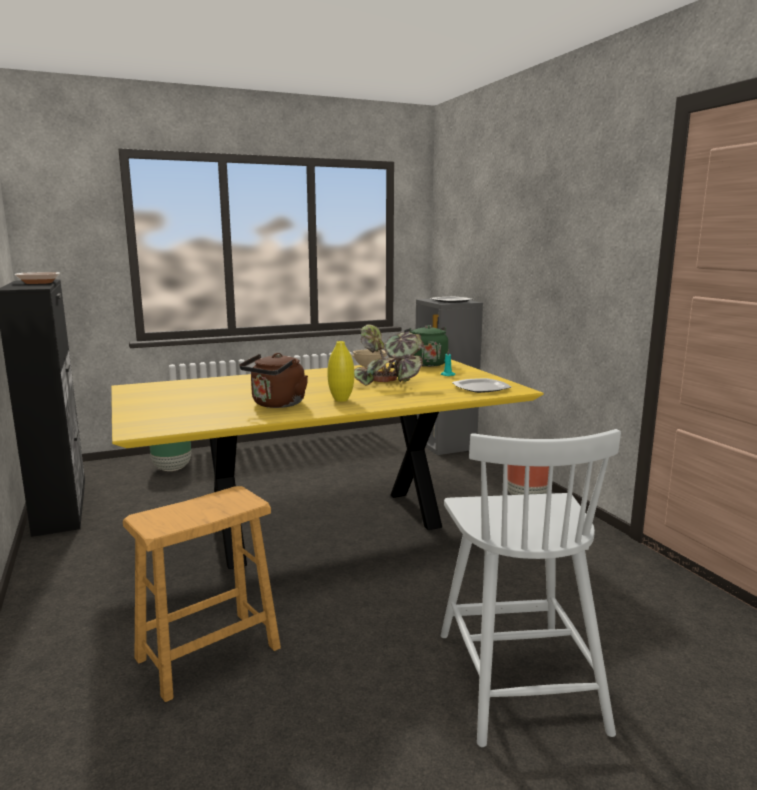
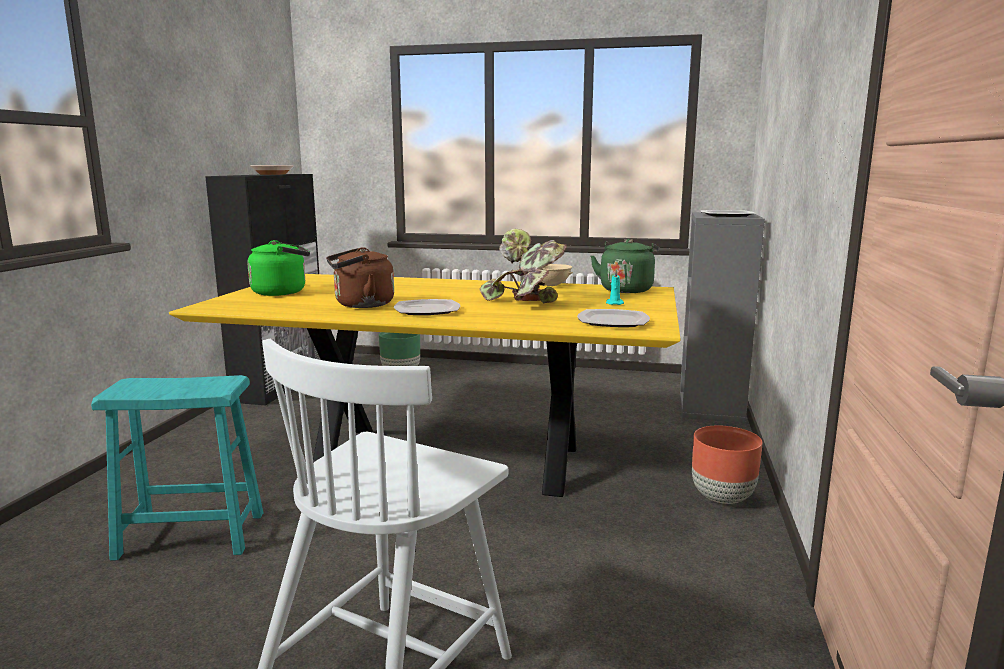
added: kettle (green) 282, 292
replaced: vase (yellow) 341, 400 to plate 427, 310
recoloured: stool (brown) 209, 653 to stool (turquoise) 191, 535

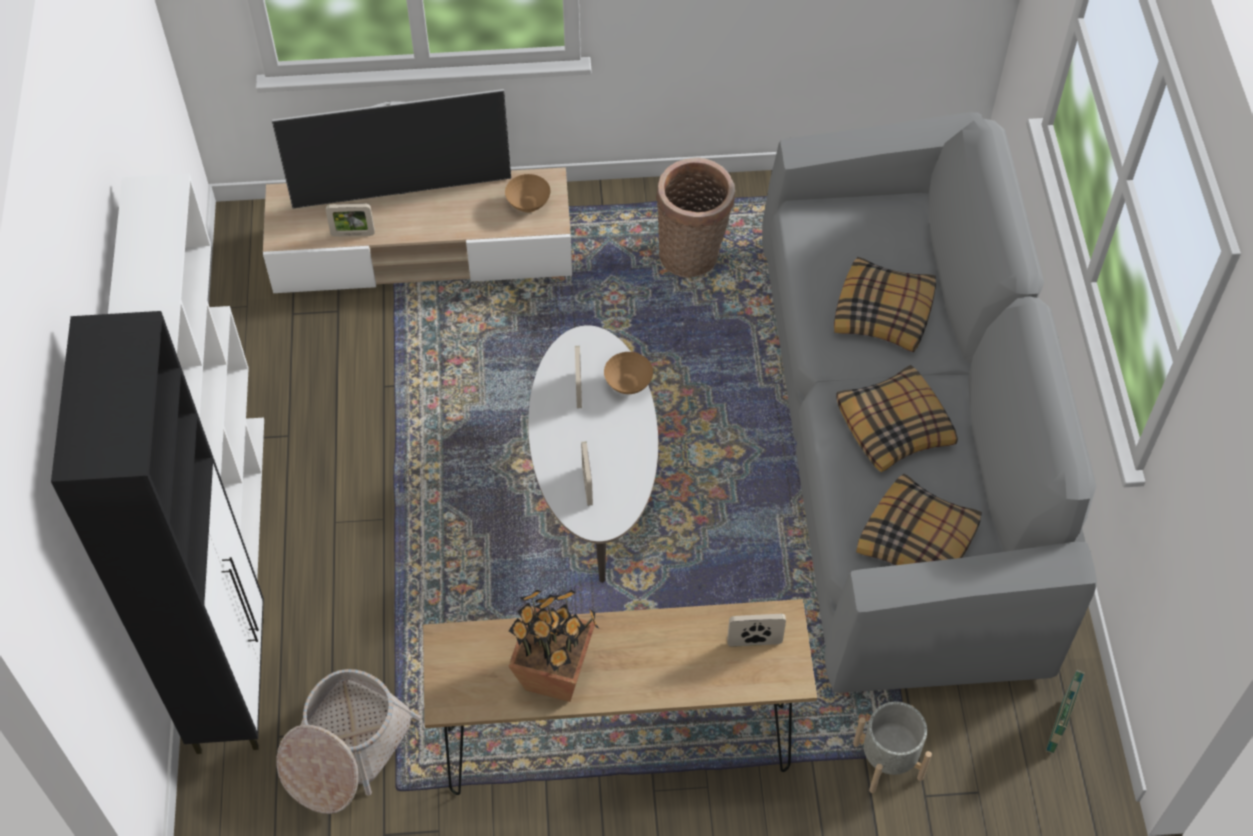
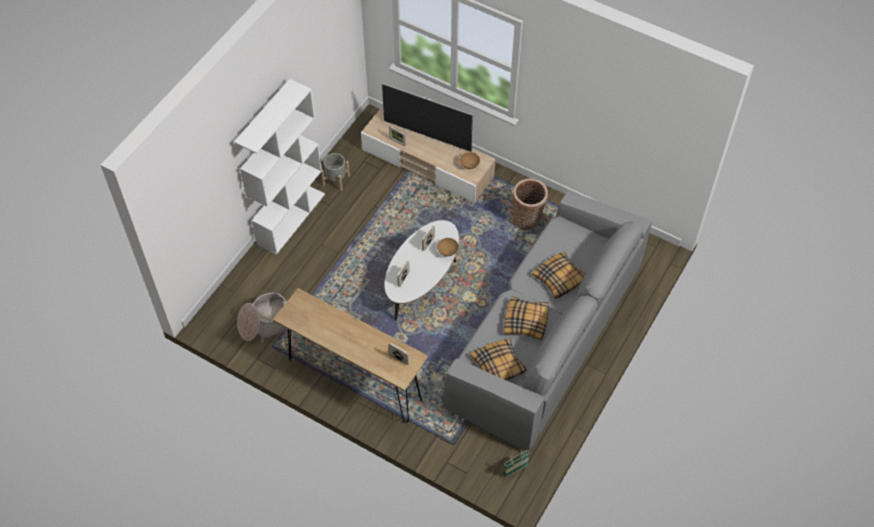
removed: cabinet (black) 231, 682; potted plant 556, 675
moved: planter (grey) 887, 761 to 336, 180

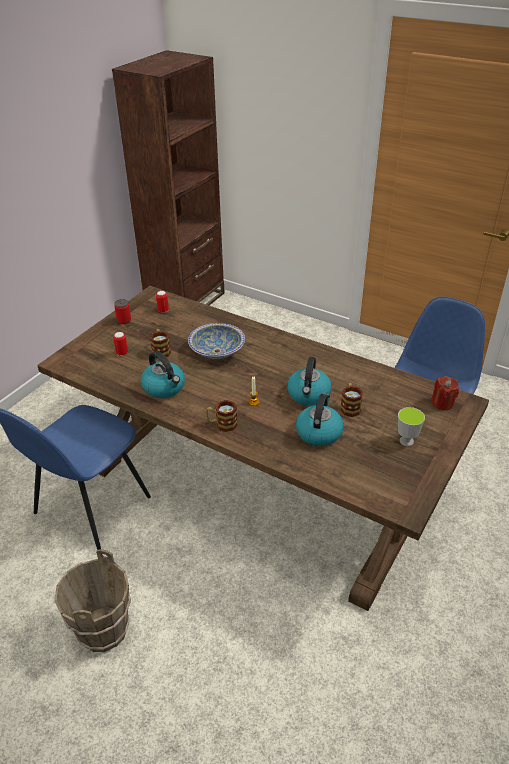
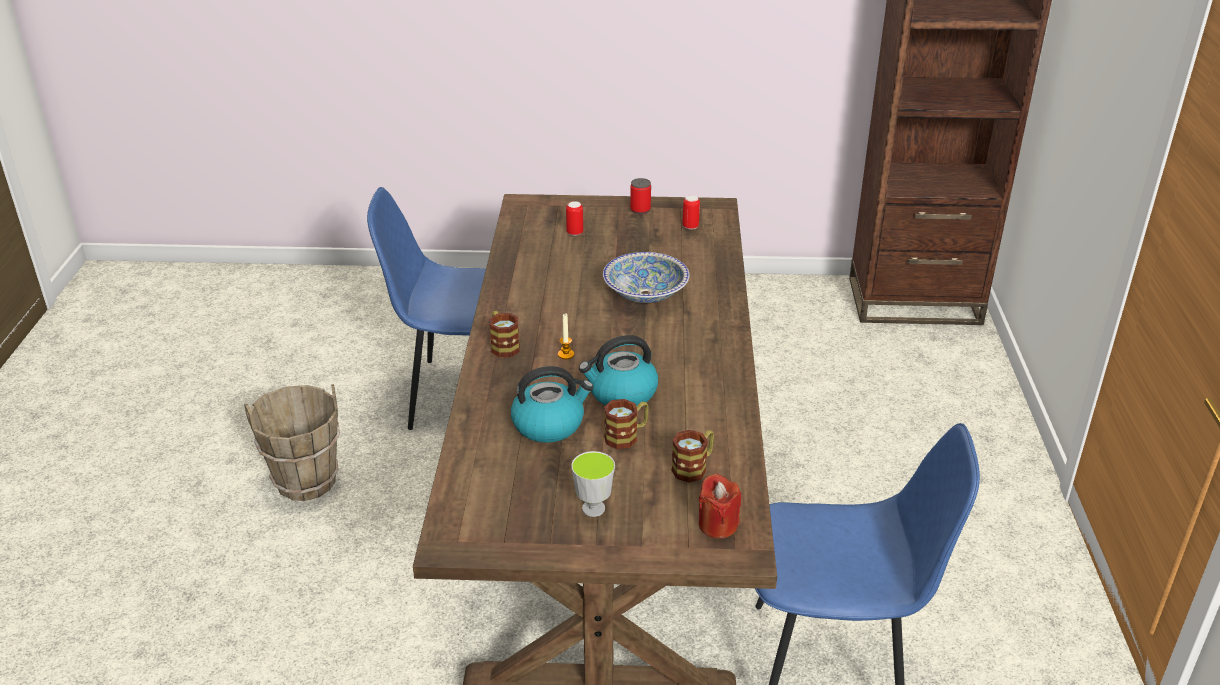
removed: kettle 164, 387
moved: mug 161, 350 to 694, 467

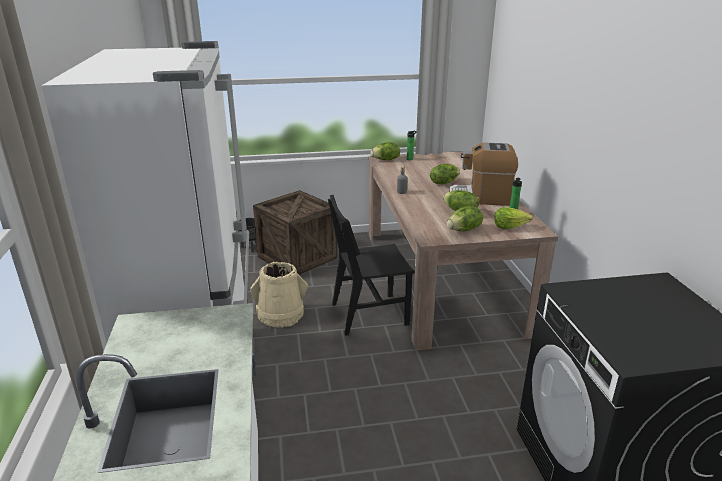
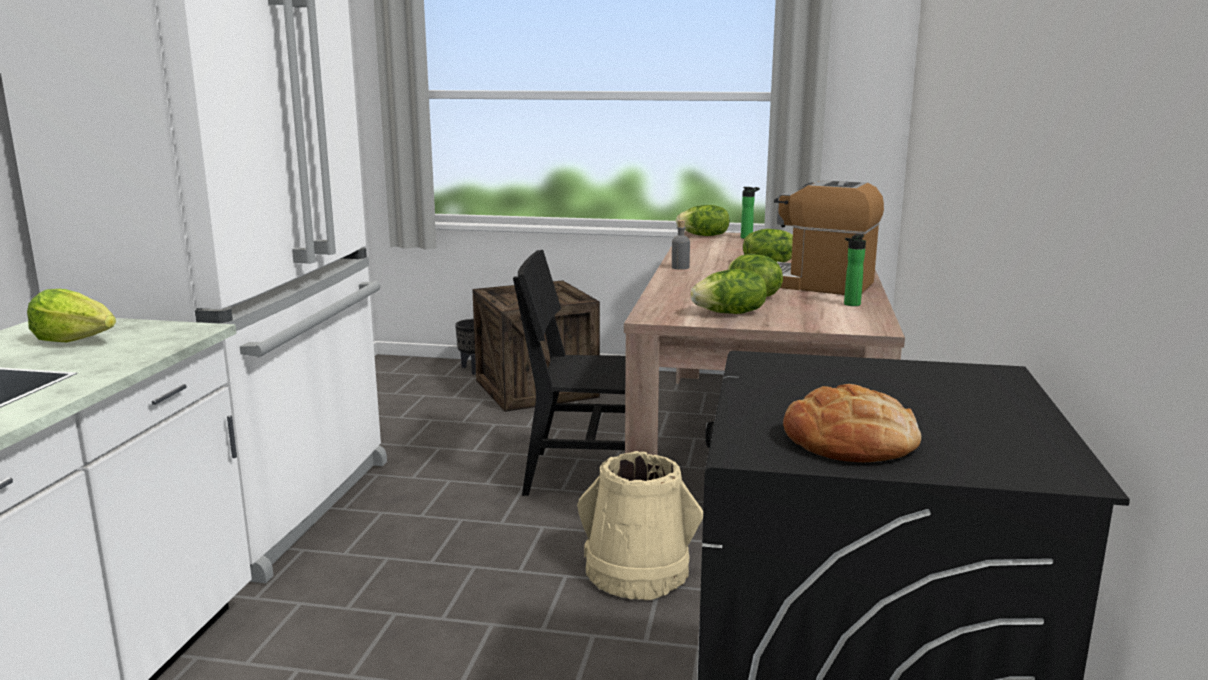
added: bread 851, 440
moved: bucket (beige) 281, 314 to 637, 572; lettuce 509, 227 to 77, 340

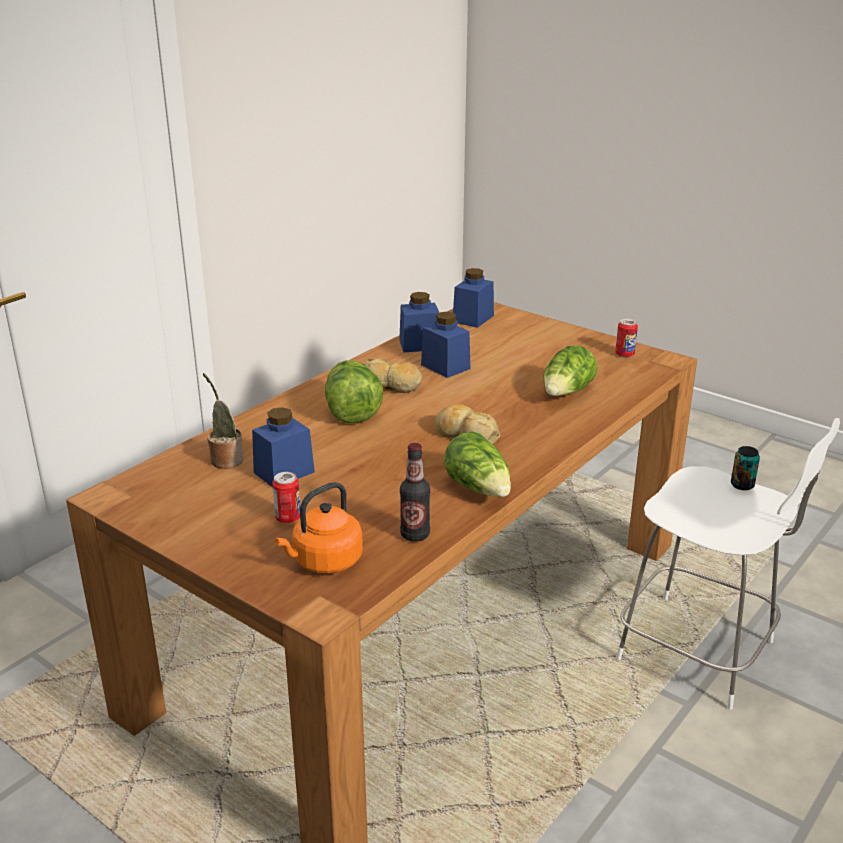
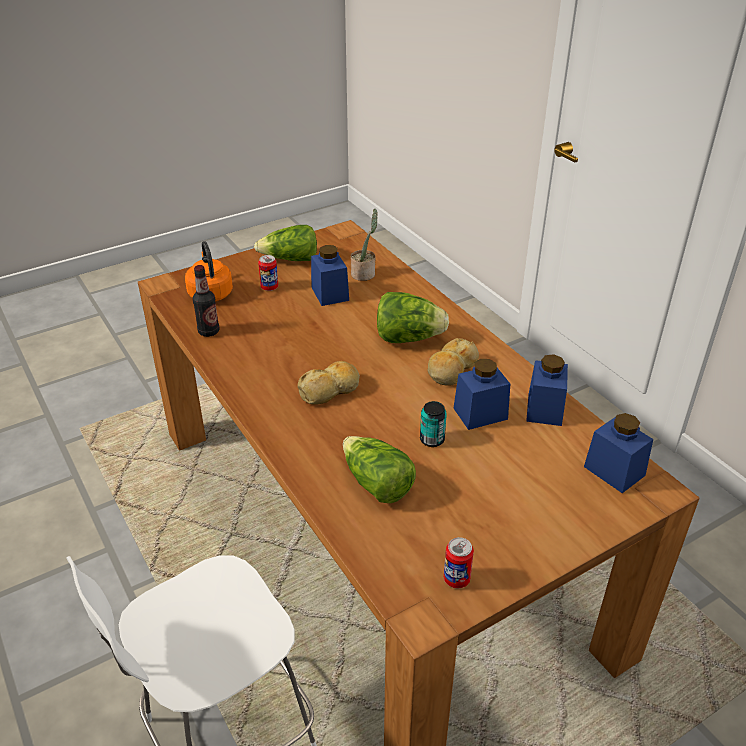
moved: lettuce 479, 488 to 290, 259; can 742, 485 to 432, 440

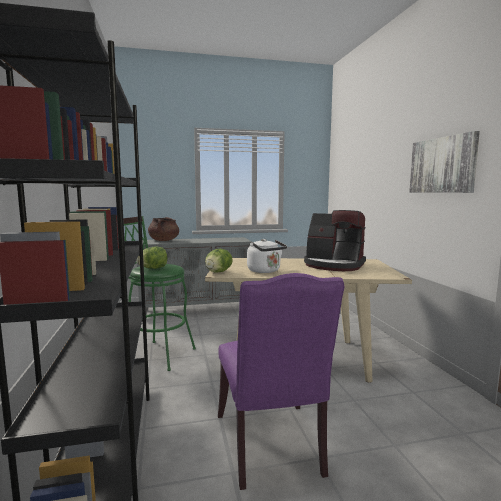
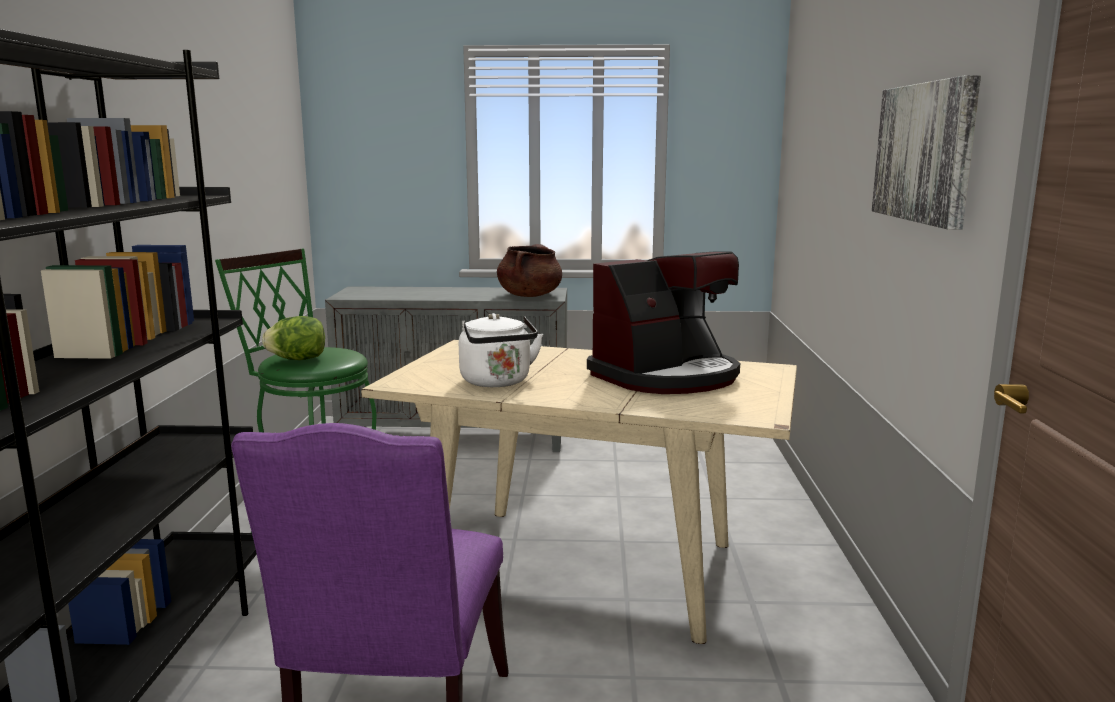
removed: lettuce 218, 272
moved: cooking pot (brown) 164, 240 to 529, 295
turned: coffee machine 334, 265 = 666, 376 75 degrees counterclockwise

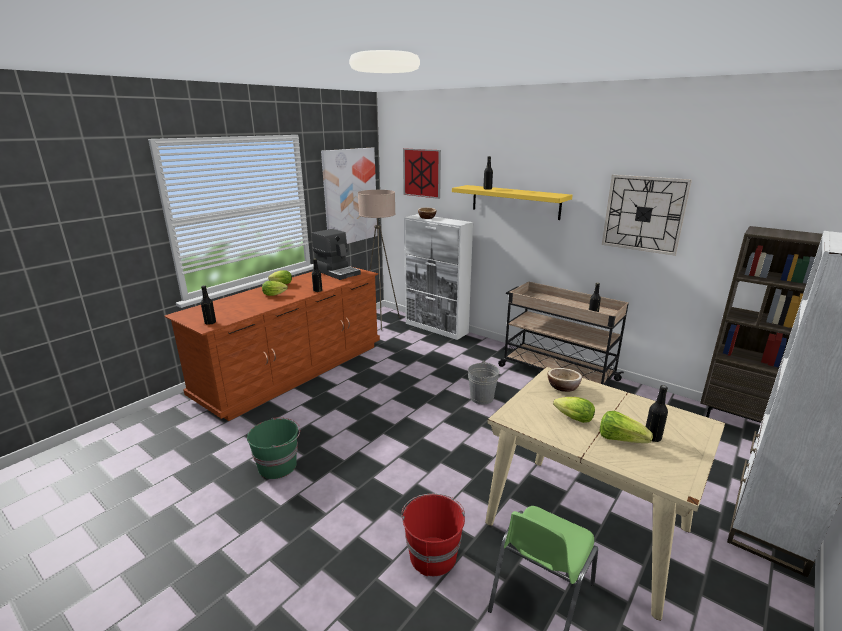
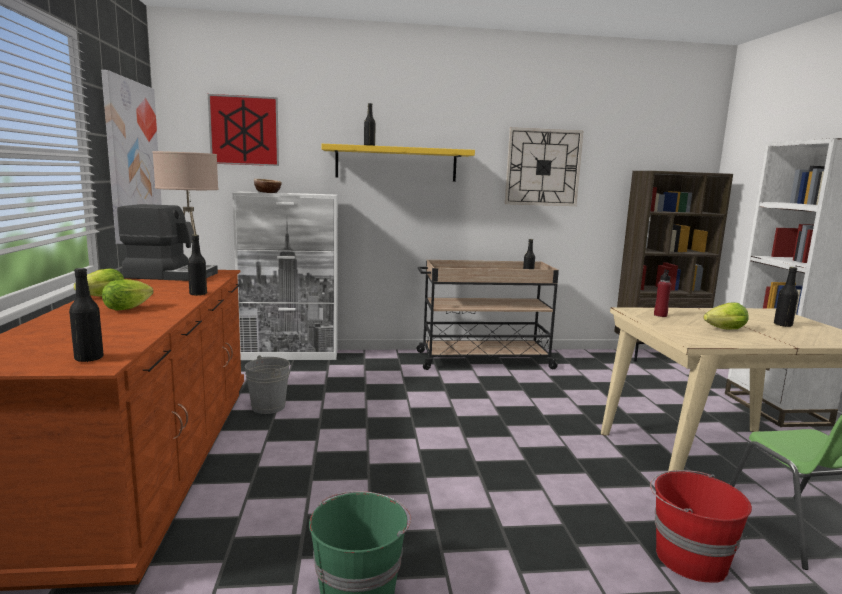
removed: lettuce 620, 439
moved: bucket (grey) 481, 398 to 268, 407
replaced: bowl 563, 387 to bottle (red) 660, 315

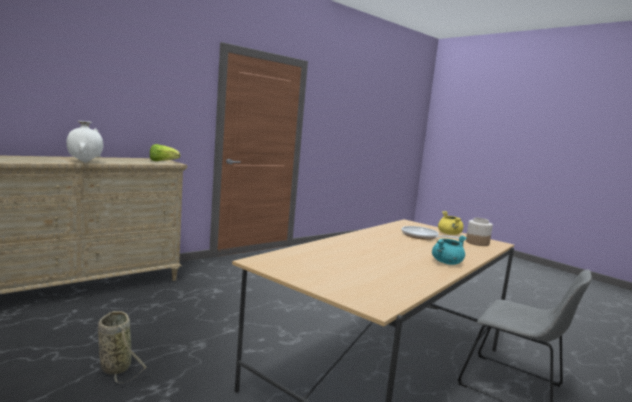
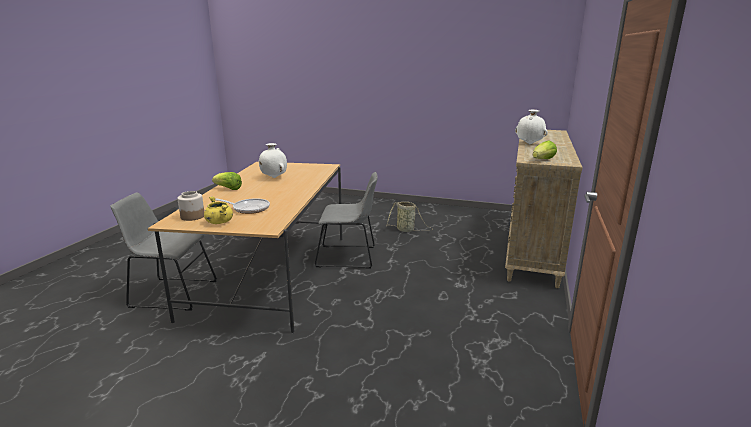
added: vase (white) 274, 177; chair (grey) 349, 257
replaced: cooking pot (turquoise) 446, 262 to lettuce 228, 189

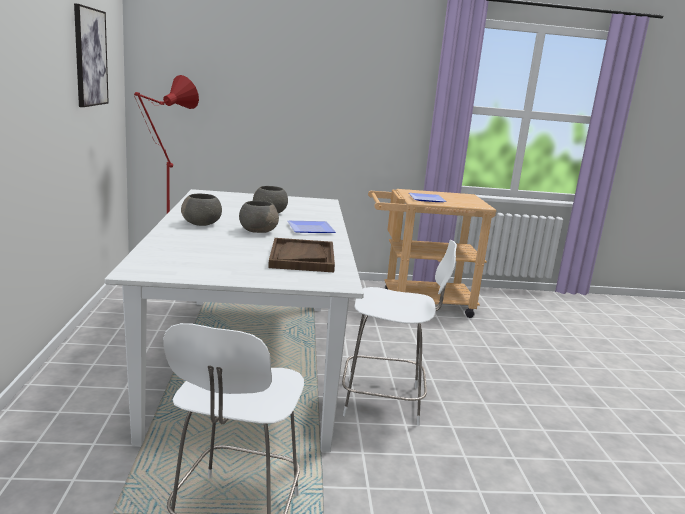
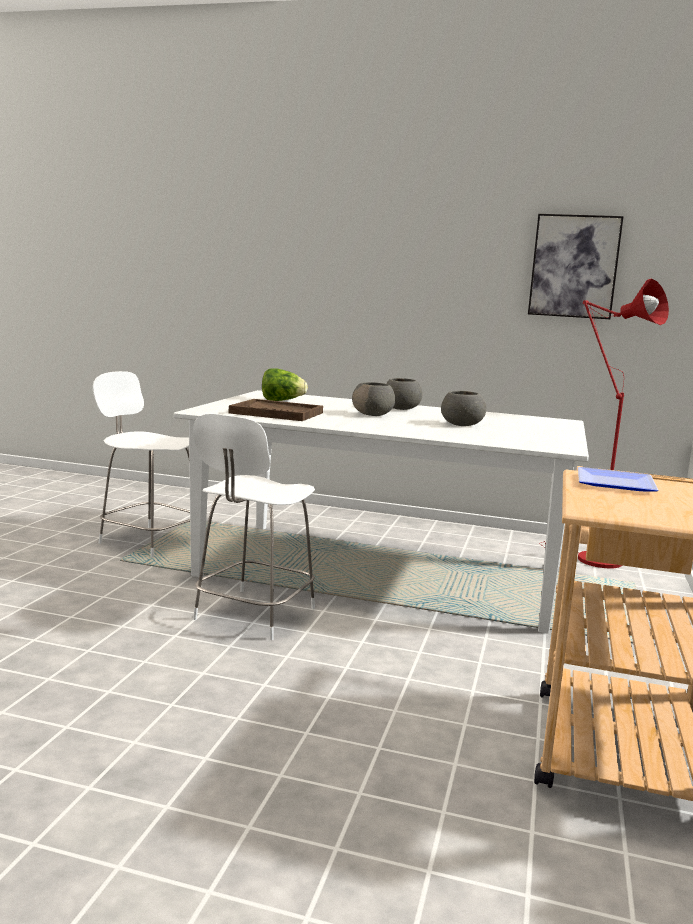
removed: plate 312, 229
added: lettuce 282, 401

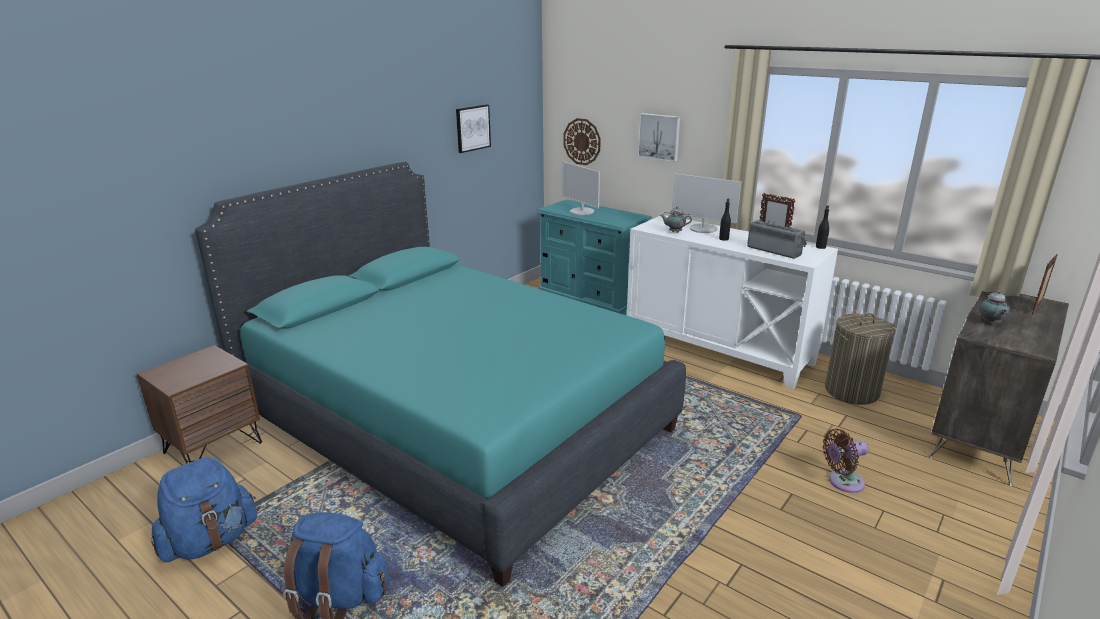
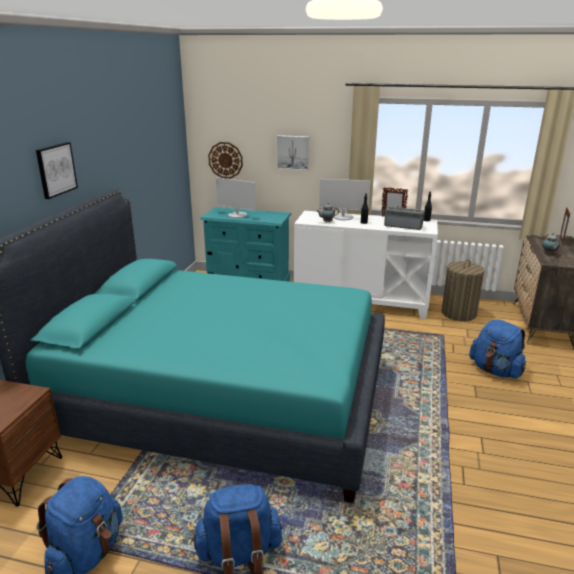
moved: picture 472, 128 to 56, 169
replaced: fan (brown) 842, 482 to backpack (blue) 495, 371

